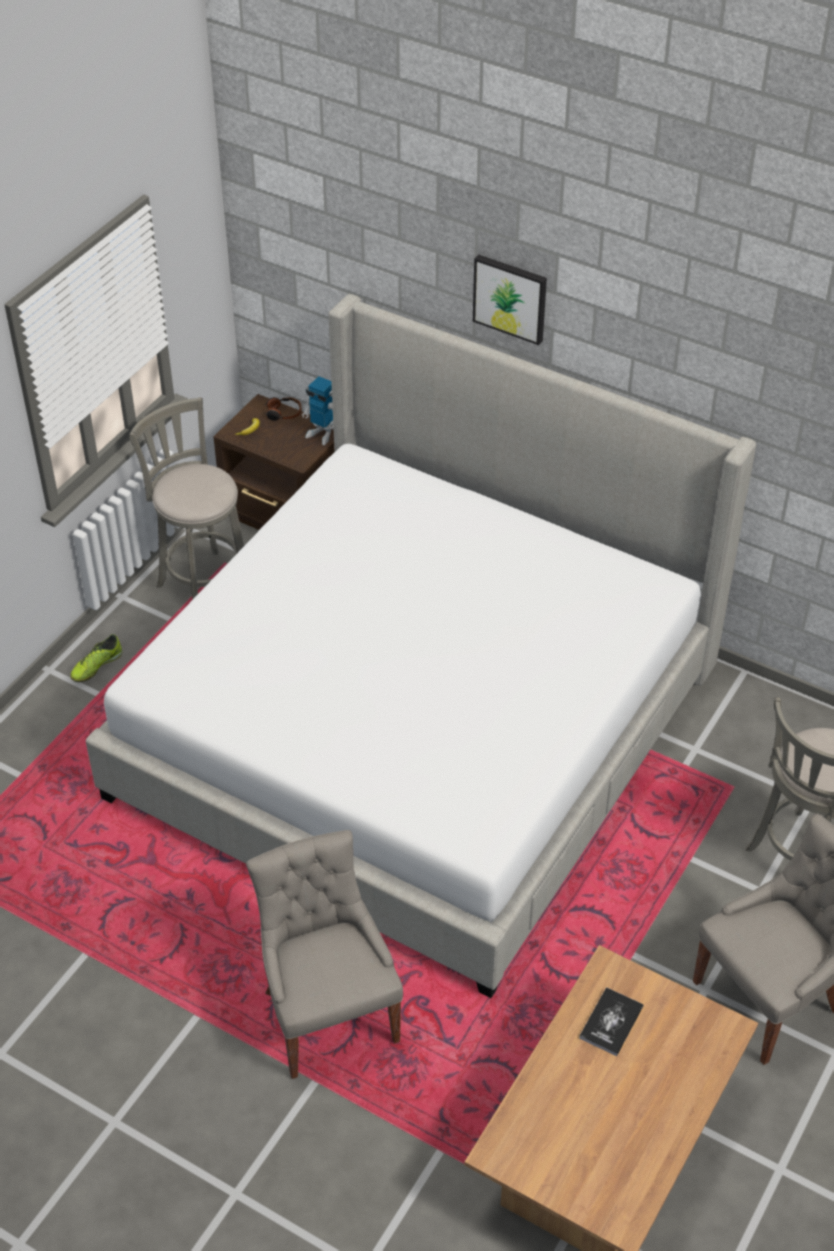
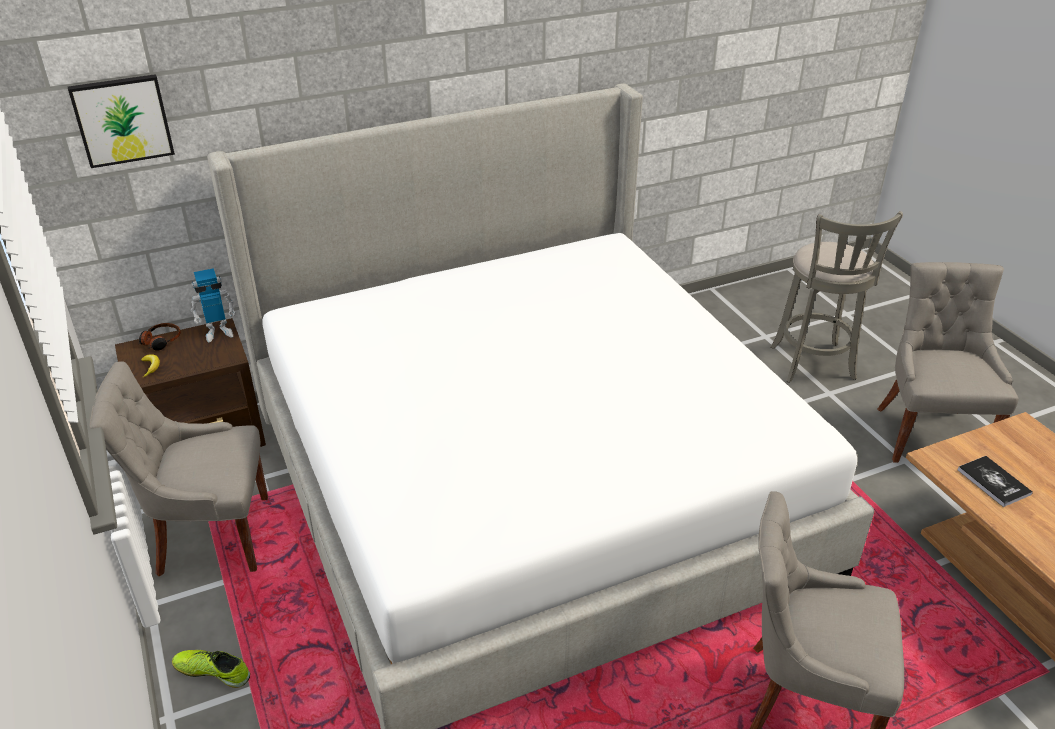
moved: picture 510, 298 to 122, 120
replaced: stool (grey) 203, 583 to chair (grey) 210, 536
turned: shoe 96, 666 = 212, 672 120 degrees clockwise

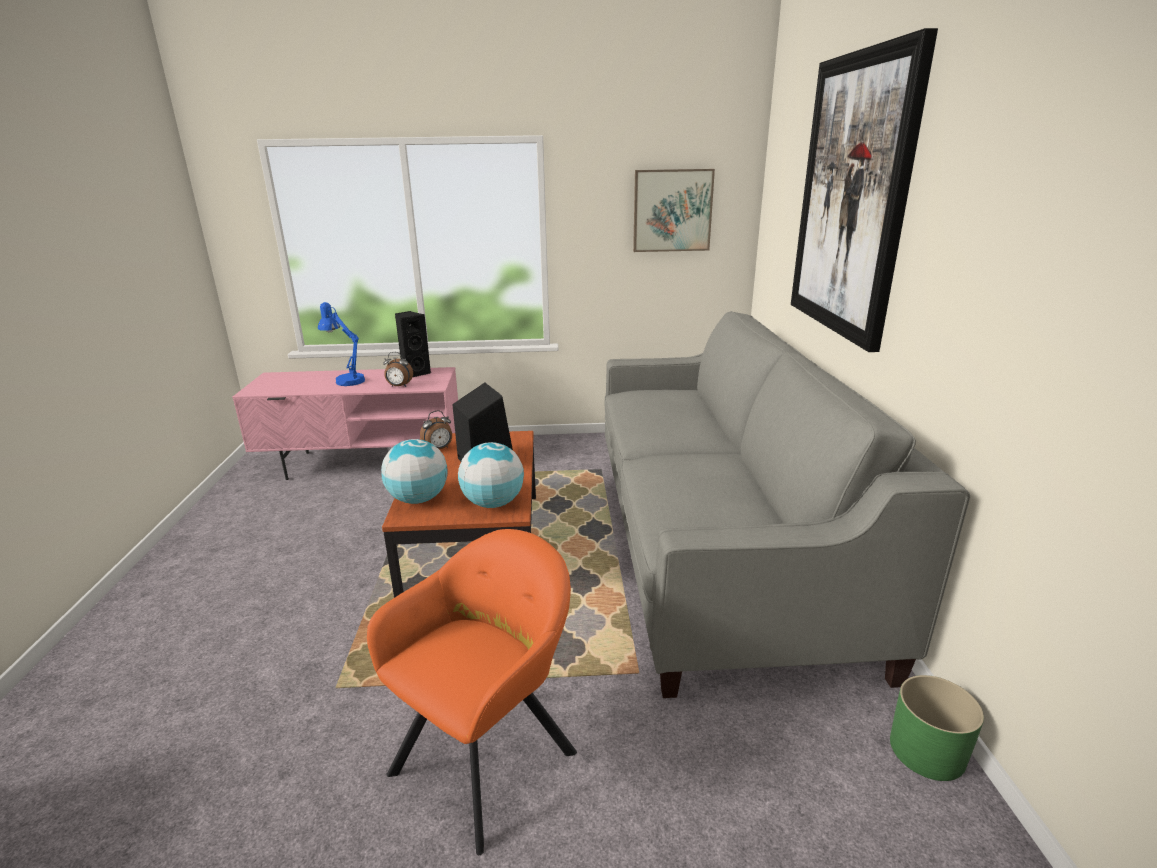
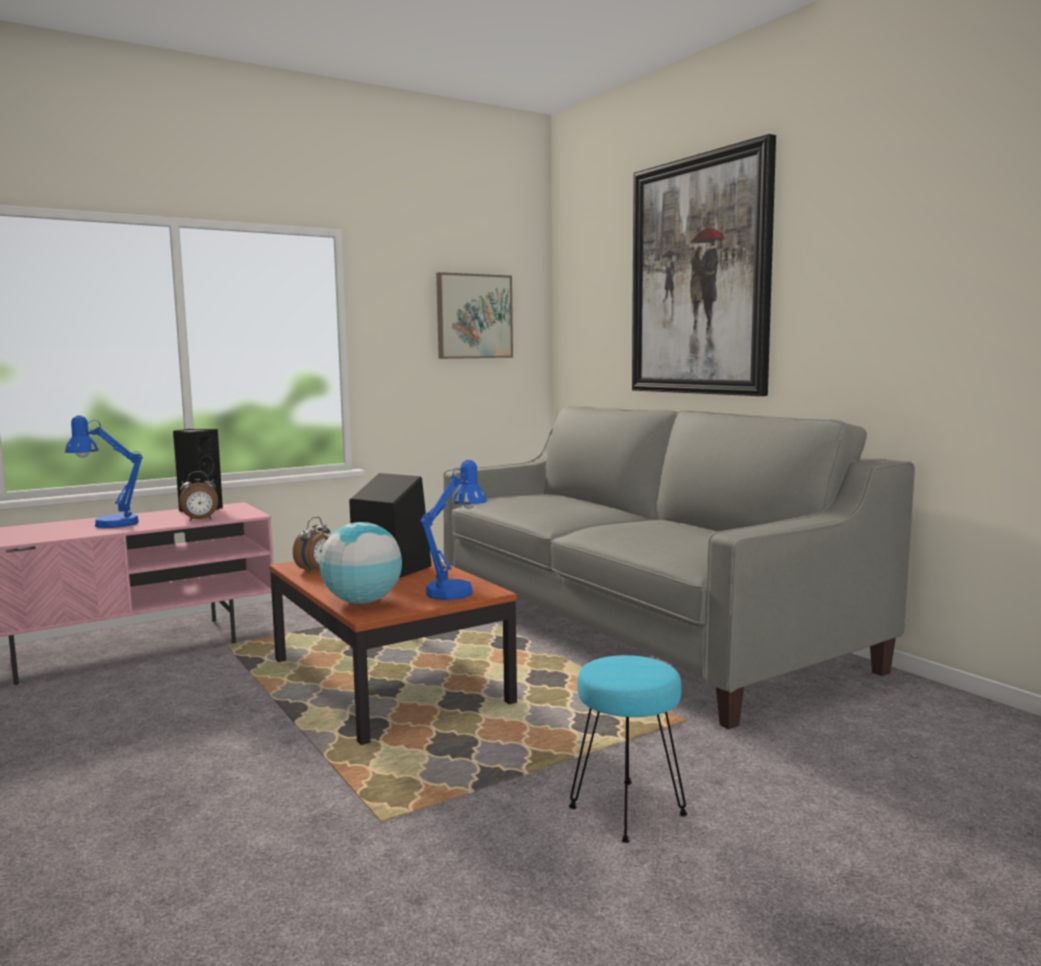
removed: planter (green) 927, 751
replaced: armchair (orange) 490, 755 to stool (turquoise) 628, 810; globe 493, 503 to table lamp (blue) 456, 590

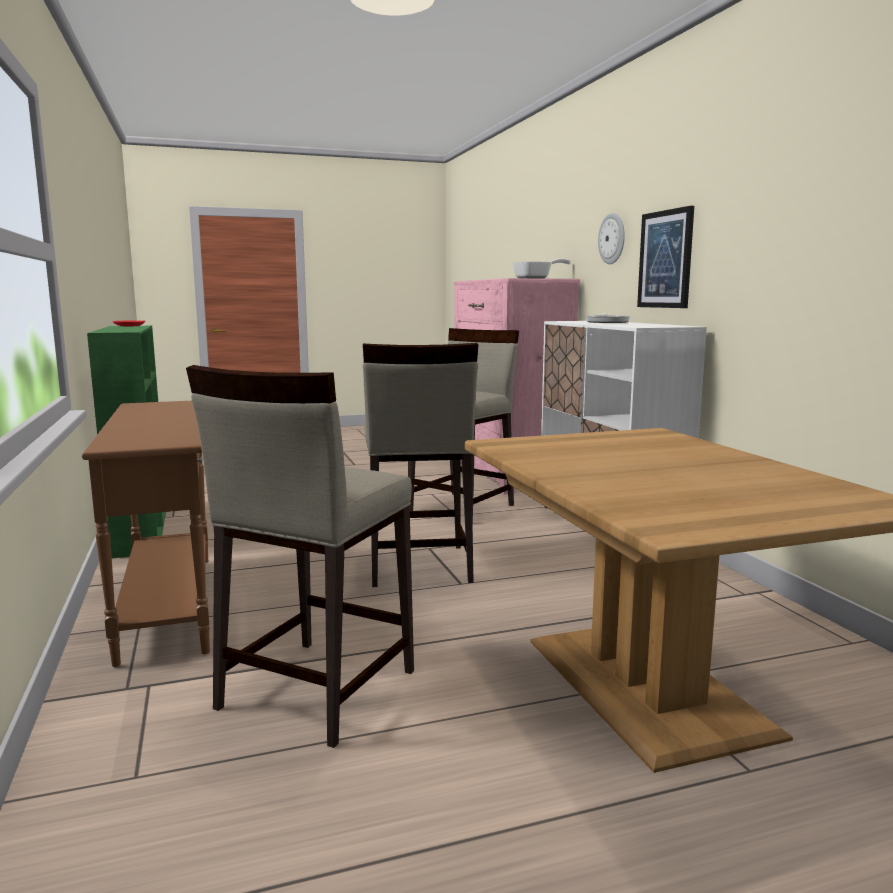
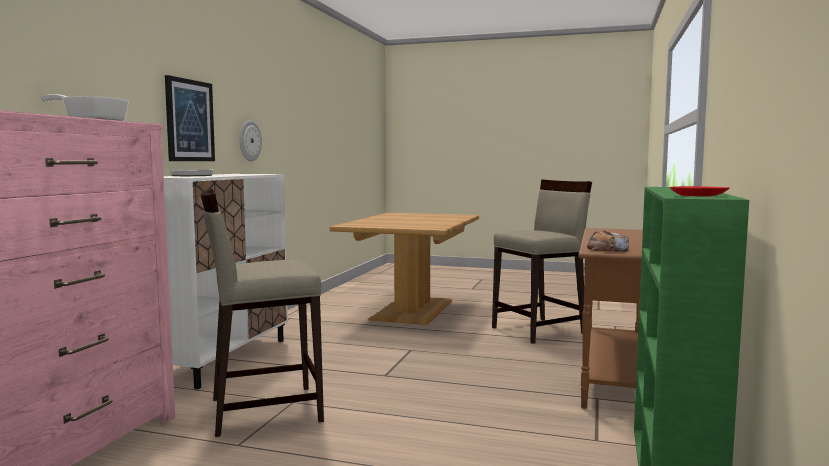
removed: stool (beige) 418, 566
added: bread 608, 249
moved: wall clock 612, 238 to 249, 141

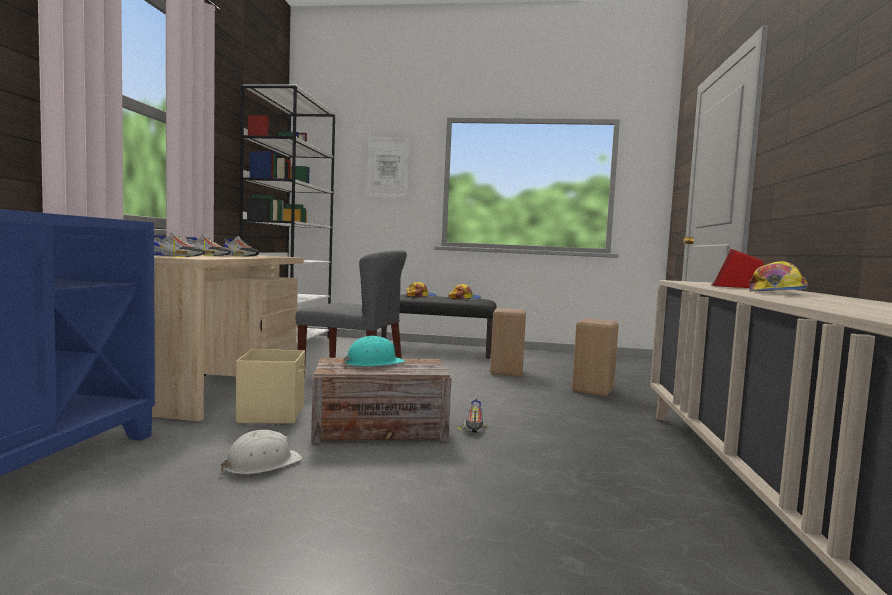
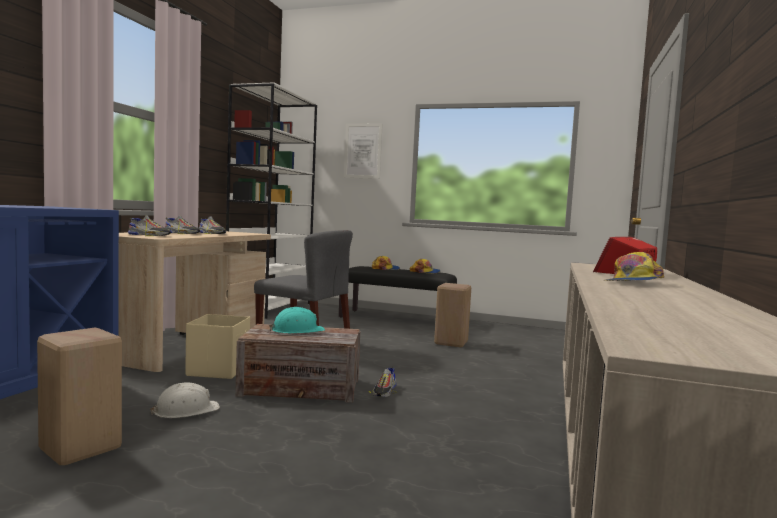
moved: stool (beige) 593, 391 to 79, 450

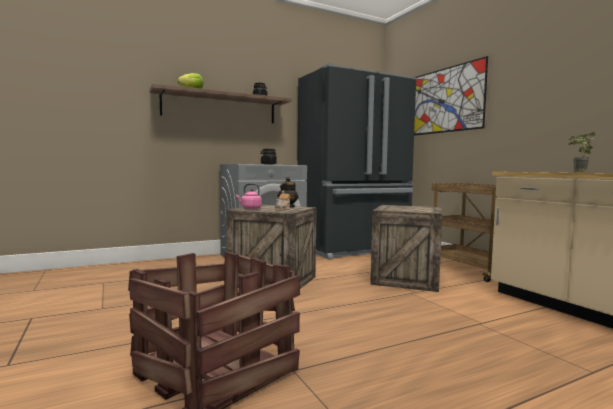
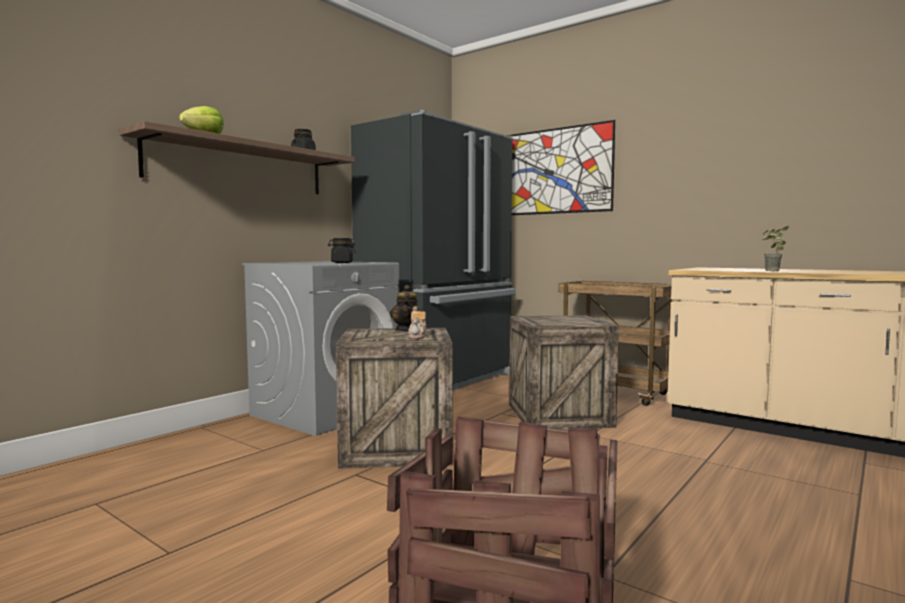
removed: kettle (pink) 250, 208

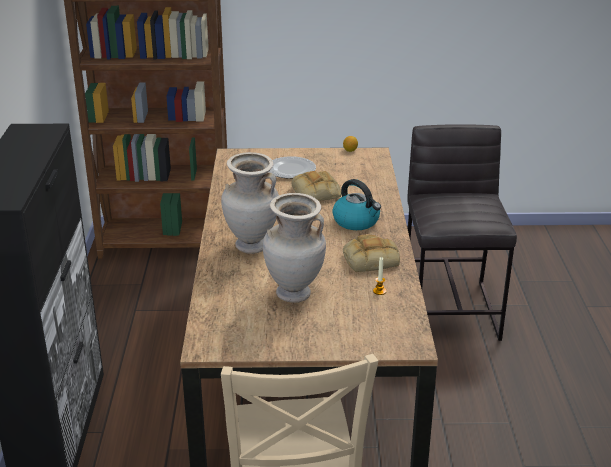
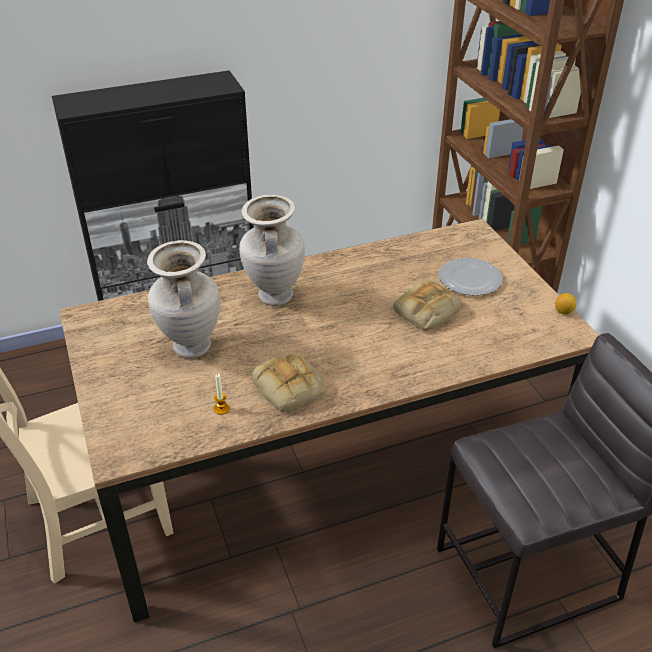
removed: kettle 357, 221

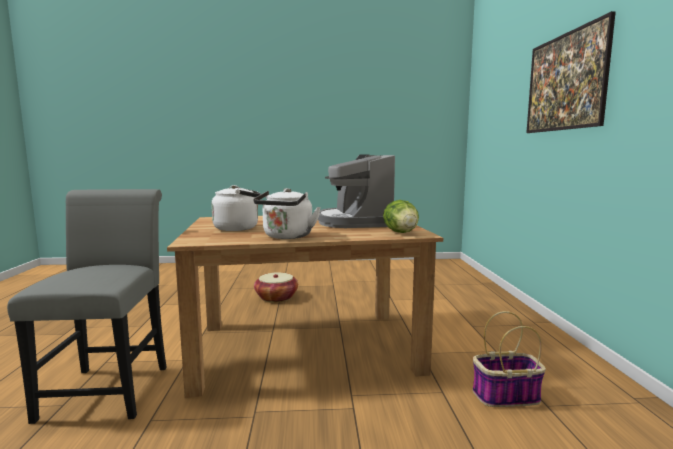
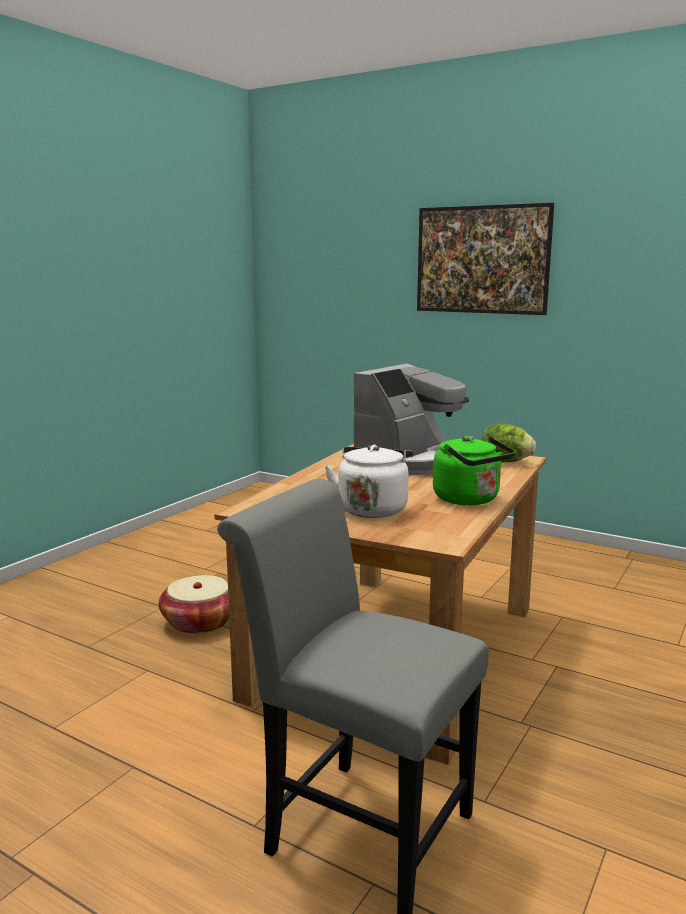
removed: basket 505, 396
recoloured: kettle (white) 287, 237 to kettle (green) 469, 500
turned: coffee machine 354, 222 = 412, 461 75 degrees counterclockwise

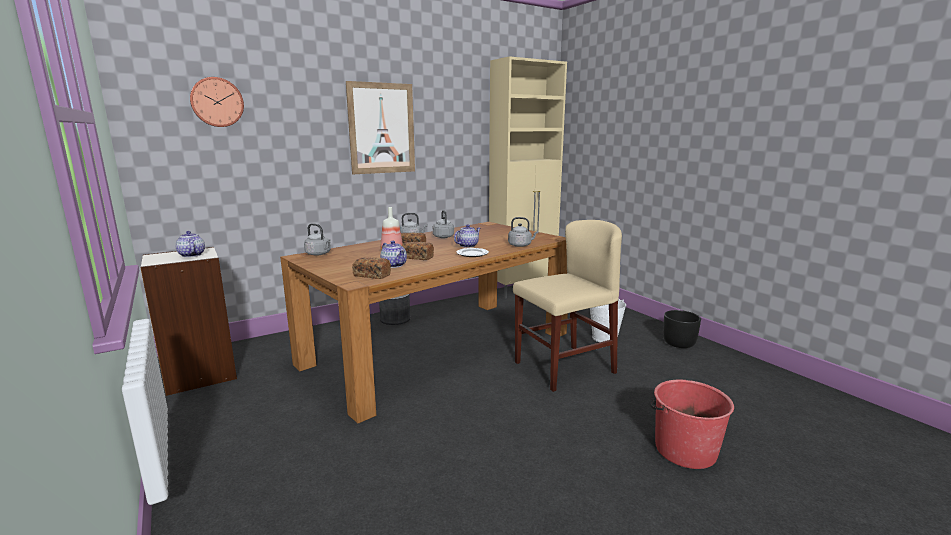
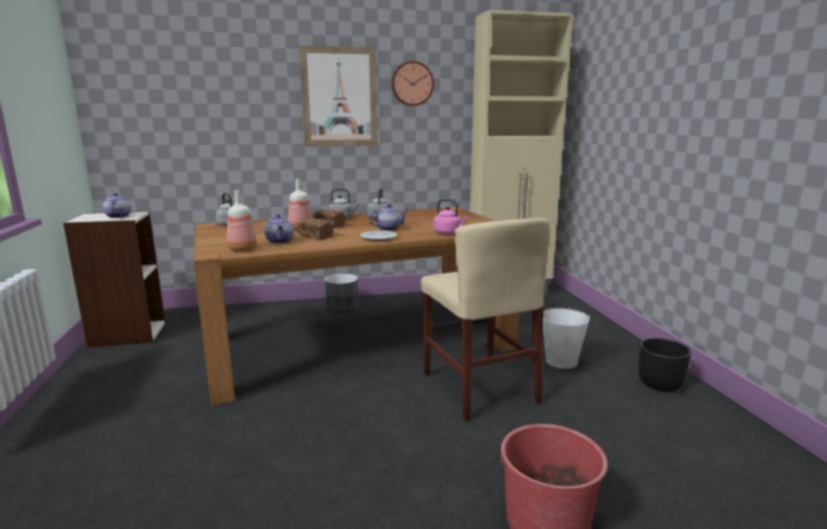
moved: wall clock 217, 102 to 412, 83
replaced: bread 372, 275 to bottle 241, 249
recoloured: kettle (grey) 521, 245 to kettle (pink) 449, 233
turned: chair (beige) 564, 367 = 479, 387 75 degrees clockwise

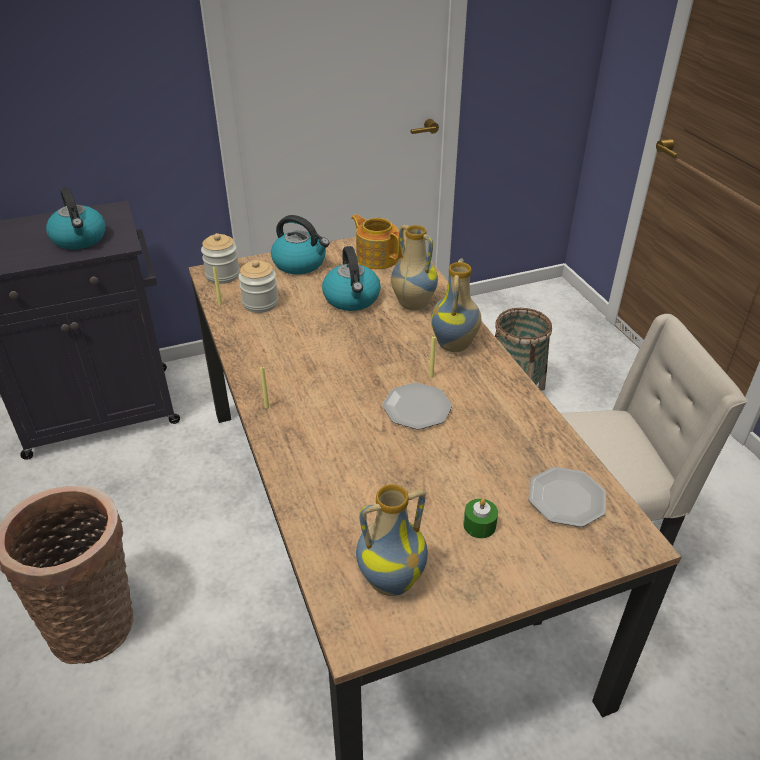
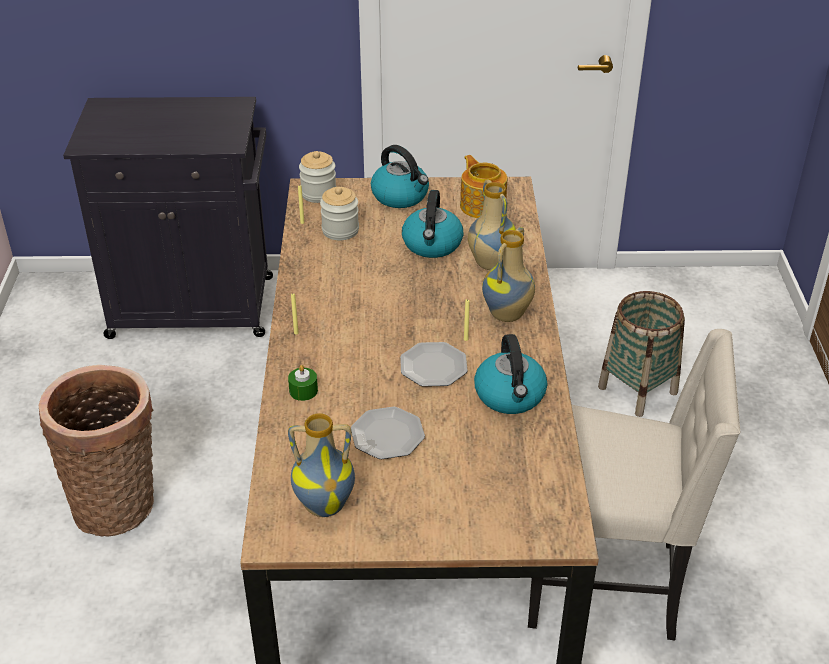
moved: kettle 80, 239 to 510, 396; candle (green) 479, 525 to 303, 391; plate 566, 498 to 388, 435

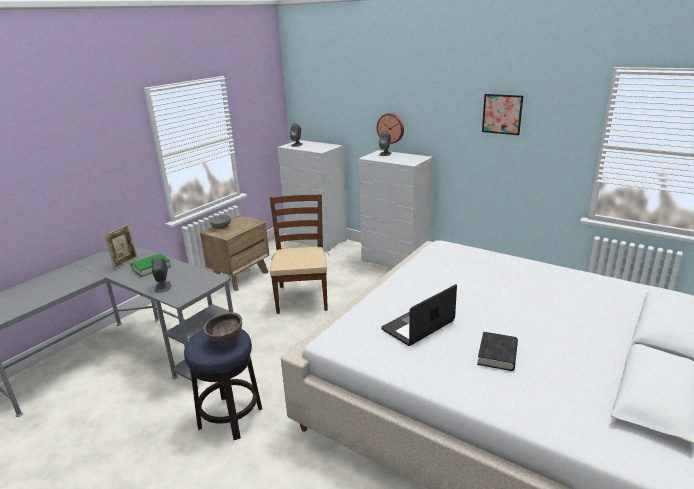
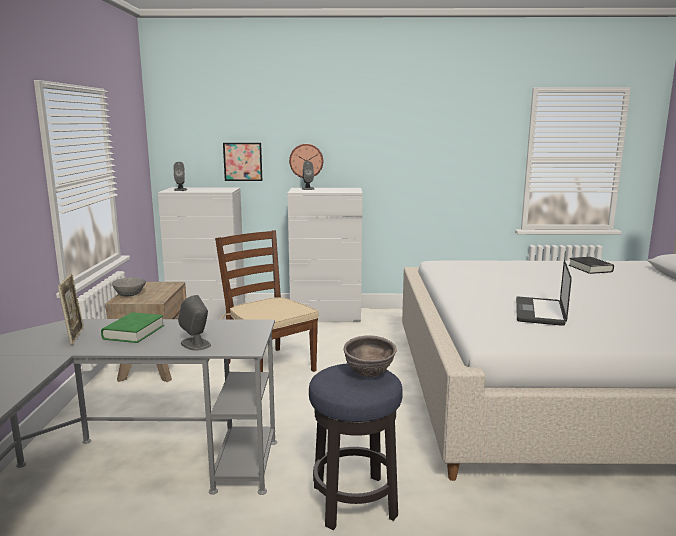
moved: book (black) 497, 355 to 590, 268; picture 502, 114 to 243, 161

